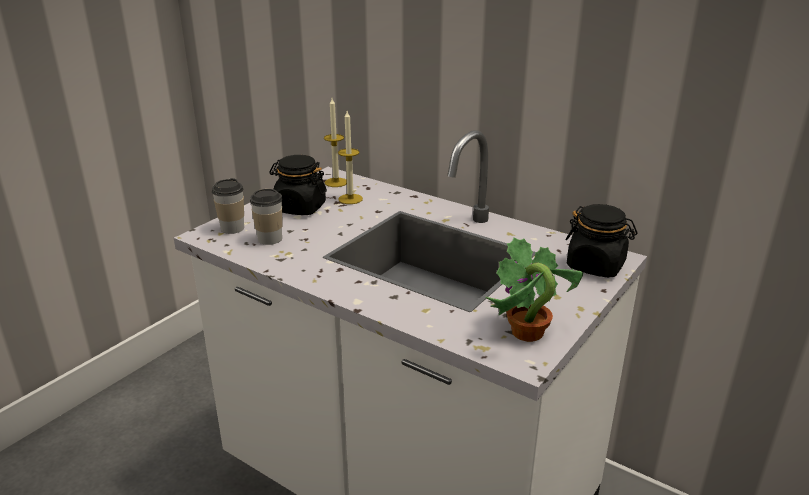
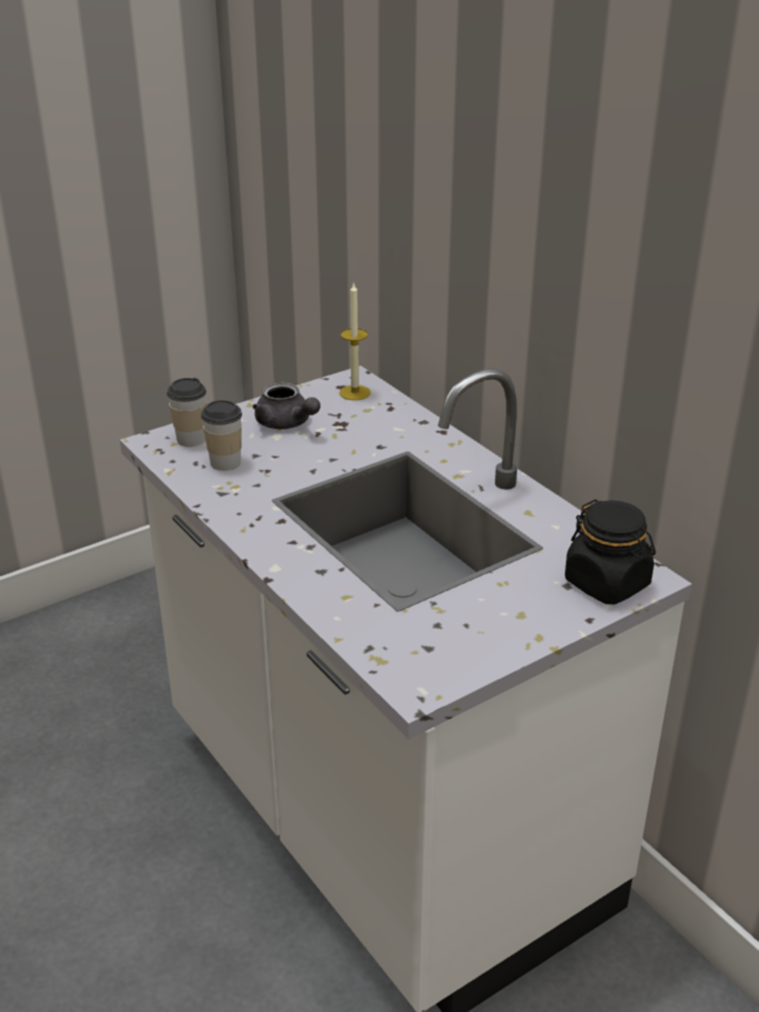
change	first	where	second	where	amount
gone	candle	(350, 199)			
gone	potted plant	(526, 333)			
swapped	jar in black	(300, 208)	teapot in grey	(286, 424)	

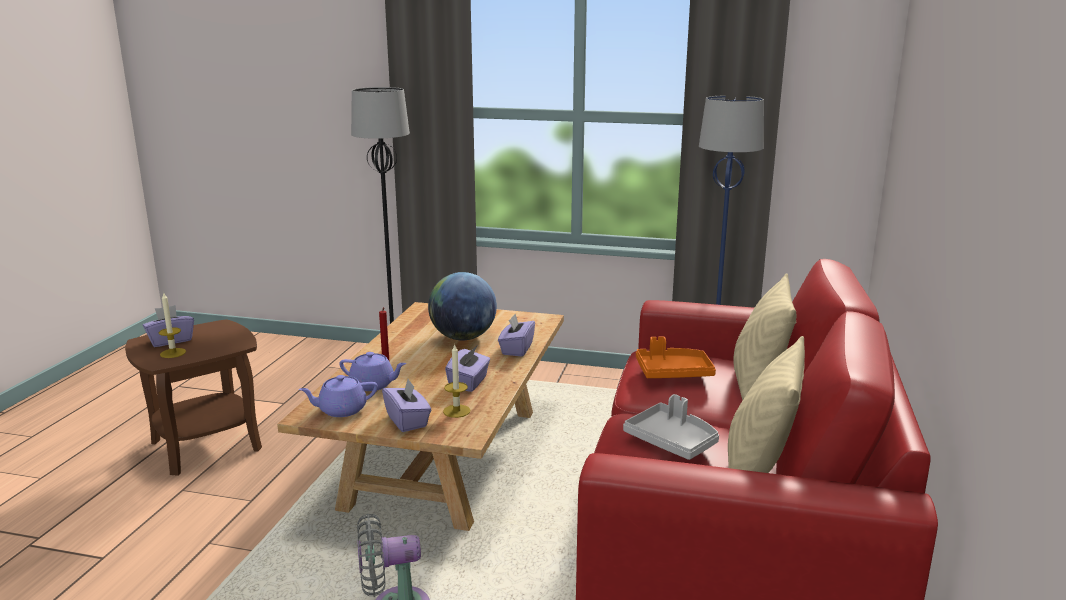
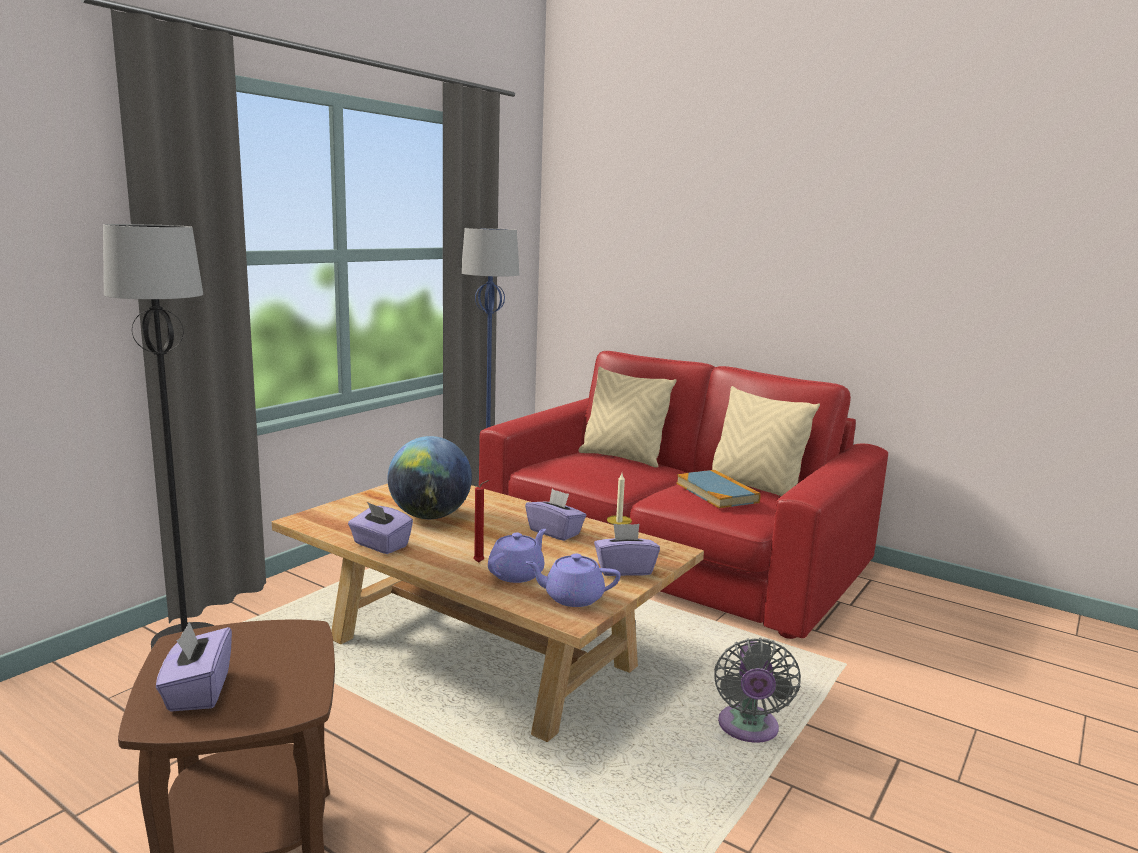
change	first	where	second	where	amount
gone	candle	(173, 353)			
gone	tray in orange	(673, 372)			
shifted	tissue box in purple	(516, 349)		(380, 545)	
swapped	tray in grey	(672, 441)	book	(717, 492)	
rotated	teapot in purple	(341, 410)		(572, 598)	90 degrees clockwise

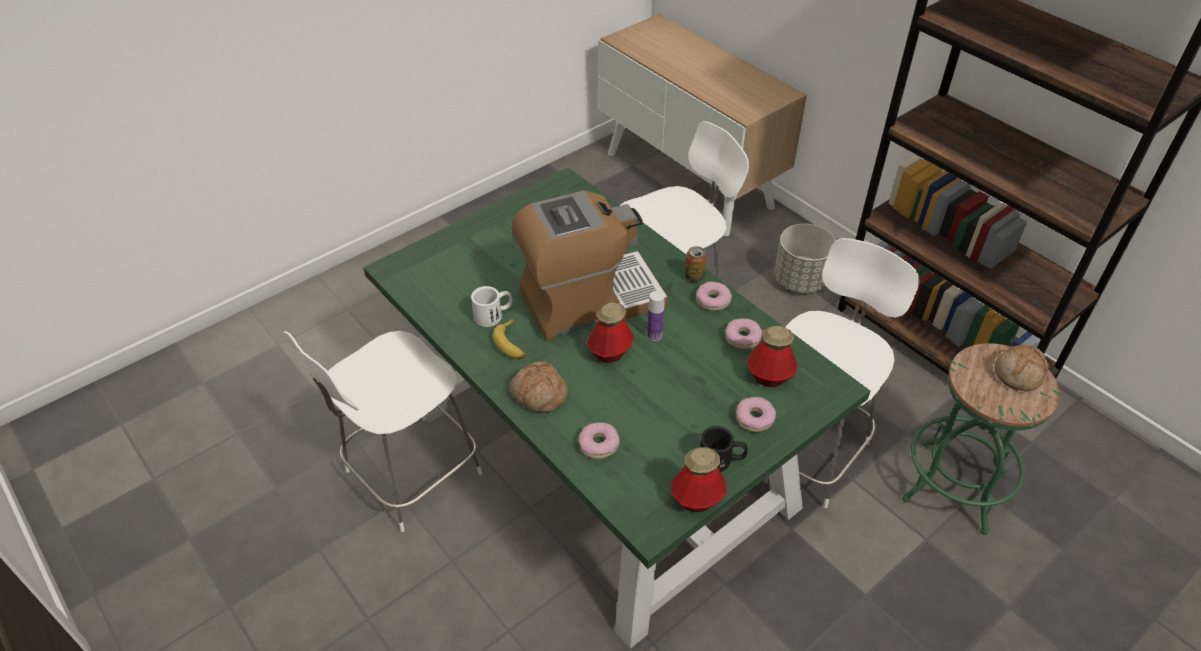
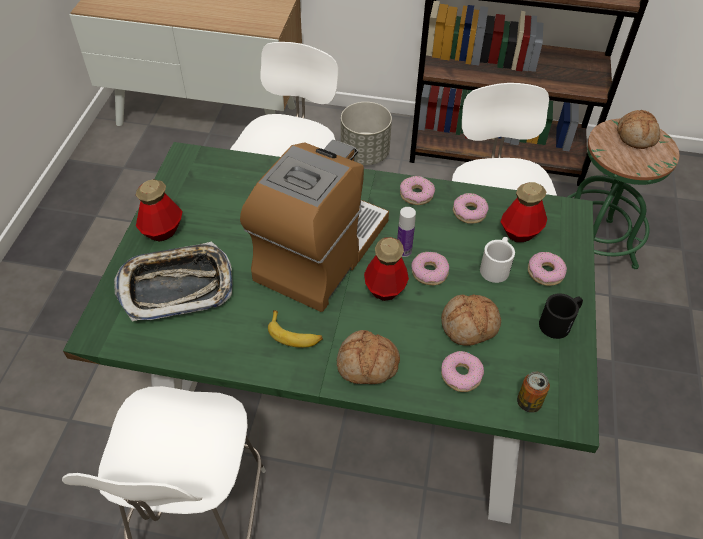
change	first	where	second	where	amount
new			tray	(176, 286)	
new			donut	(429, 272)	
new			bread	(470, 326)	
shifted	mug in white	(494, 315)		(496, 266)	
shifted	bottle	(697, 499)		(162, 231)	
shifted	can	(694, 277)		(528, 402)	

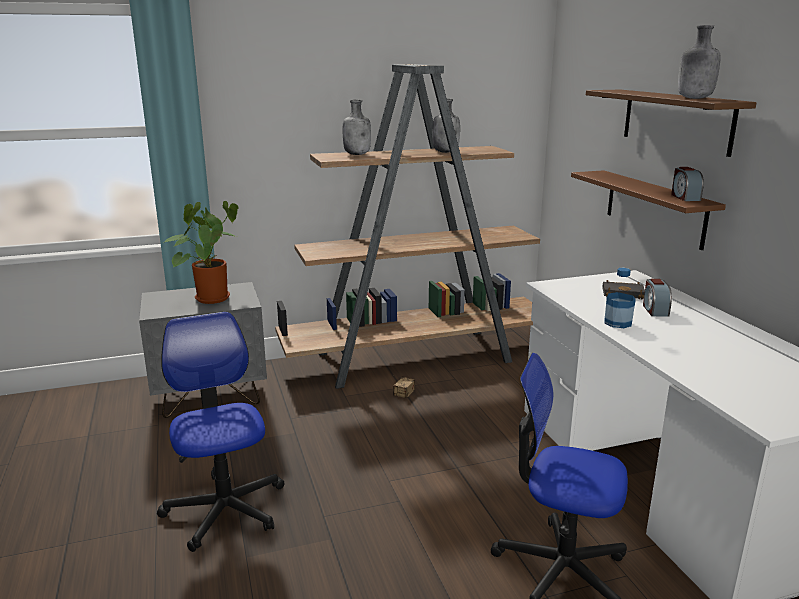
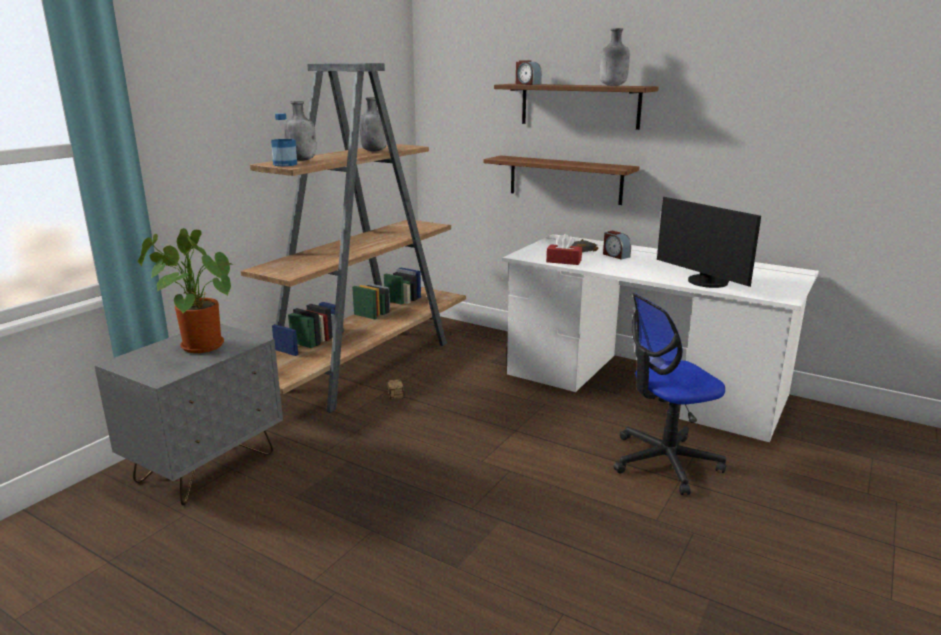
change	first	where	second	where	amount
gone	office chair	(225, 509)			
new			tissue box in red	(563, 261)	
new			monitor	(705, 282)	
shifted	bottle	(617, 323)		(285, 164)	
shifted	alarm clock	(684, 197)		(527, 84)	

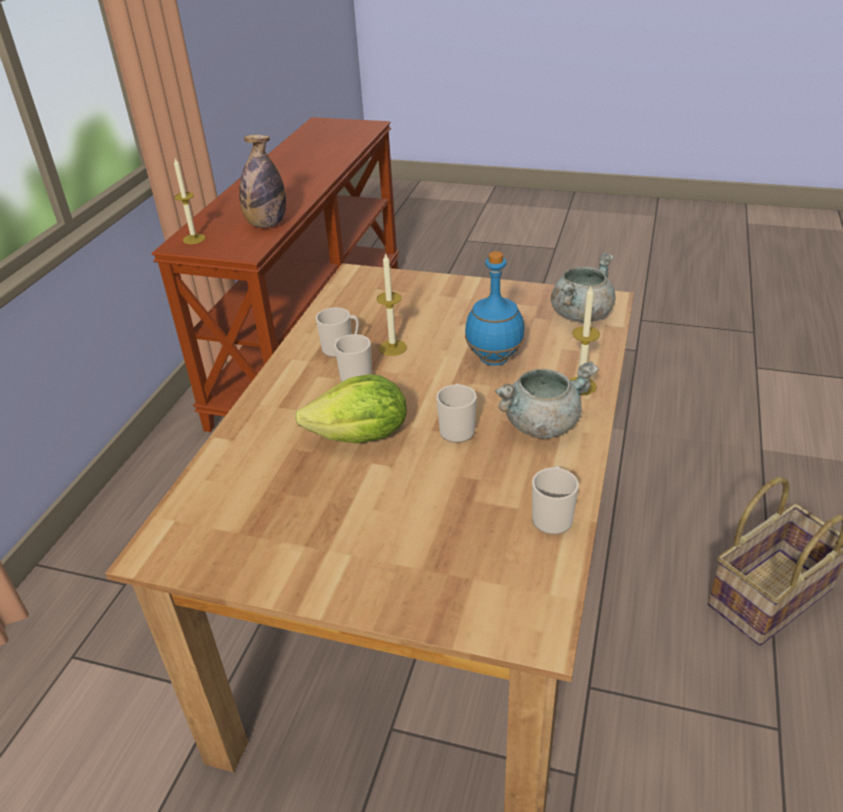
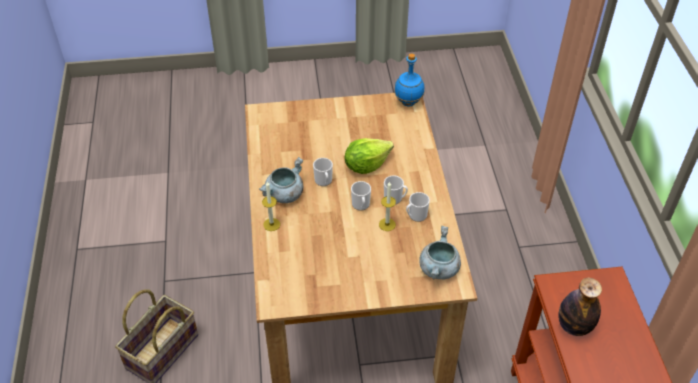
change	first	where	second	where	amount
gone	candle	(194, 239)			
shifted	bottle in blue	(493, 359)		(408, 102)	
shifted	mug	(552, 516)		(361, 205)	
shifted	cooking pot in grey	(581, 313)		(439, 269)	

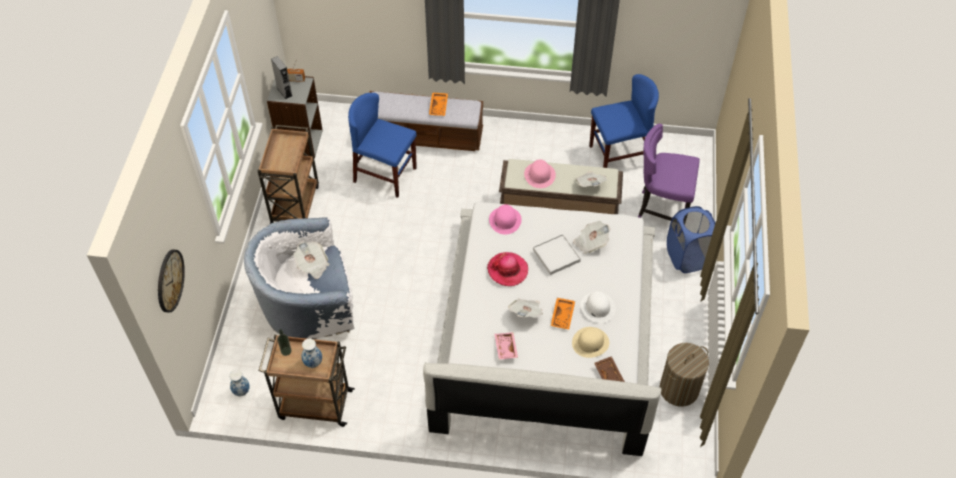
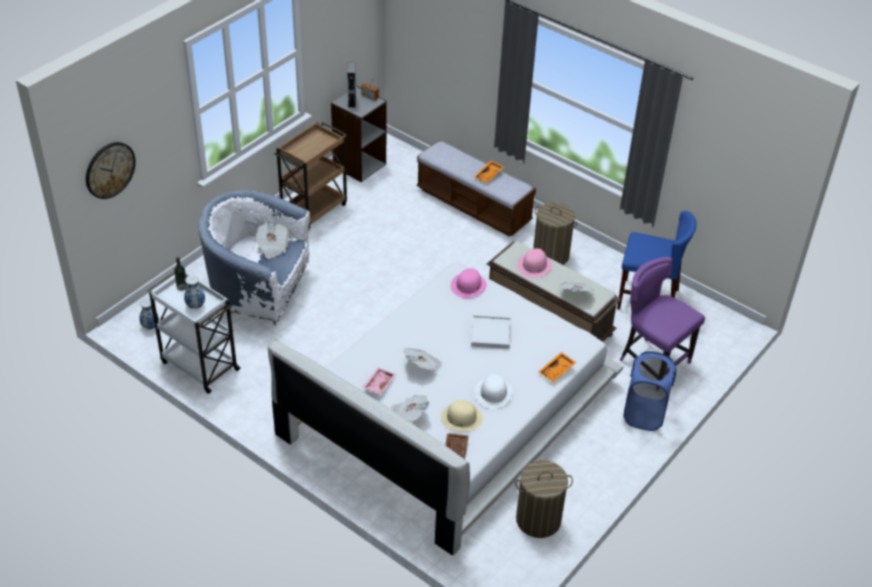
change	first	where	second	where	amount
gone	chair in blue	(385, 175)			
gone	hat	(507, 270)			
new			laundry basket	(551, 255)	
shifted	tray in orange	(563, 316)		(557, 371)	
shifted	newspaper	(590, 242)		(408, 416)	
repainted	cart in brown	(314, 404)	cart in white	(199, 365)	

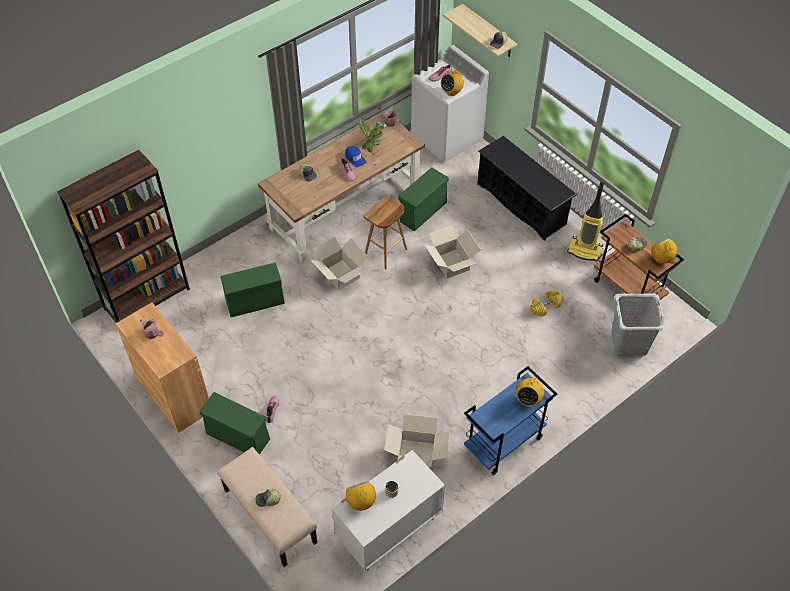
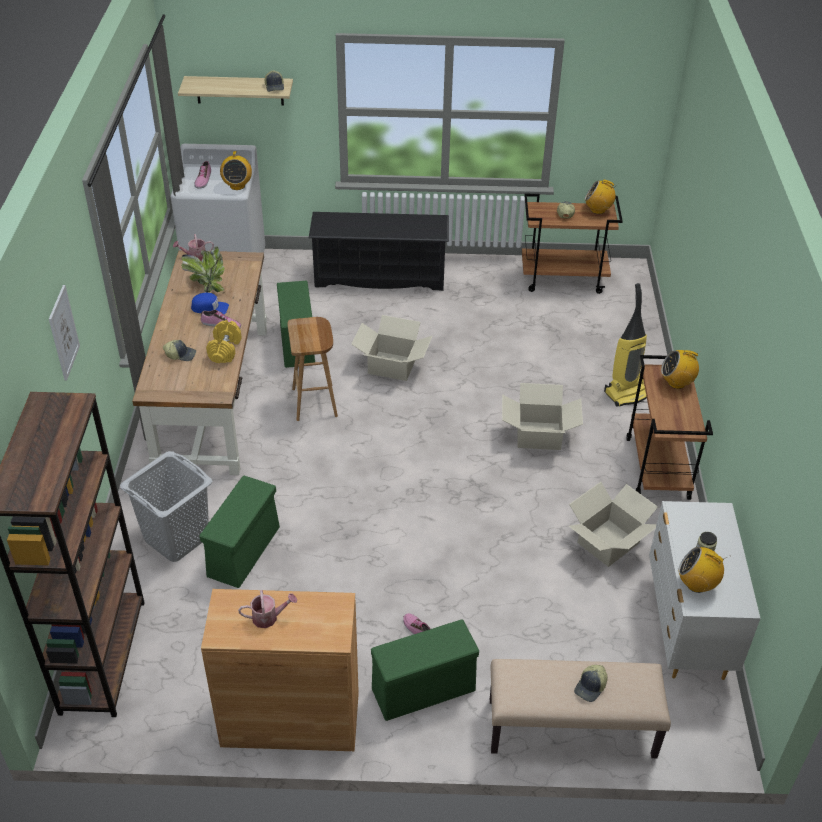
change	first	where	second	where	amount
new			picture	(63, 332)	
shifted	cardboard box	(340, 275)		(538, 435)	
shifted	dumbbell in yellow	(545, 307)		(224, 350)	
shifted	vacuum cleaner	(585, 250)		(628, 392)	
shifted	laundry basket in grey	(628, 342)		(176, 538)	
repainted	cart in blue	(503, 443)	cart in brown	(658, 469)	
rotated	radio	(528, 400)		(677, 383)	120 degrees clockwise

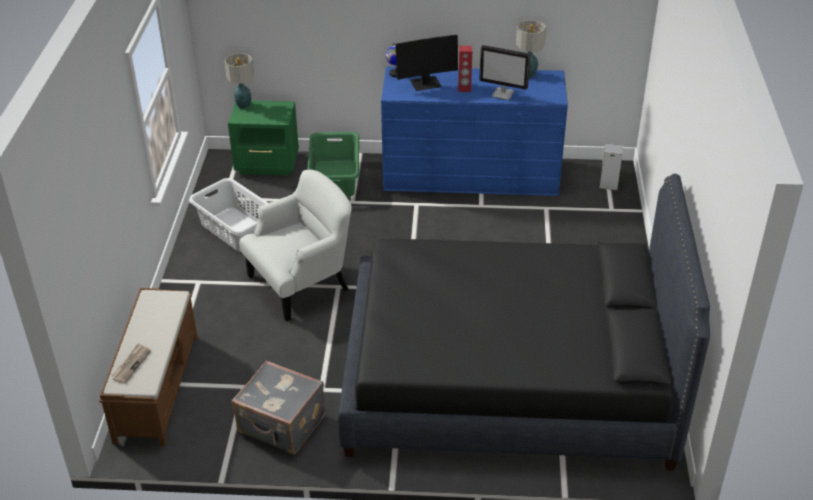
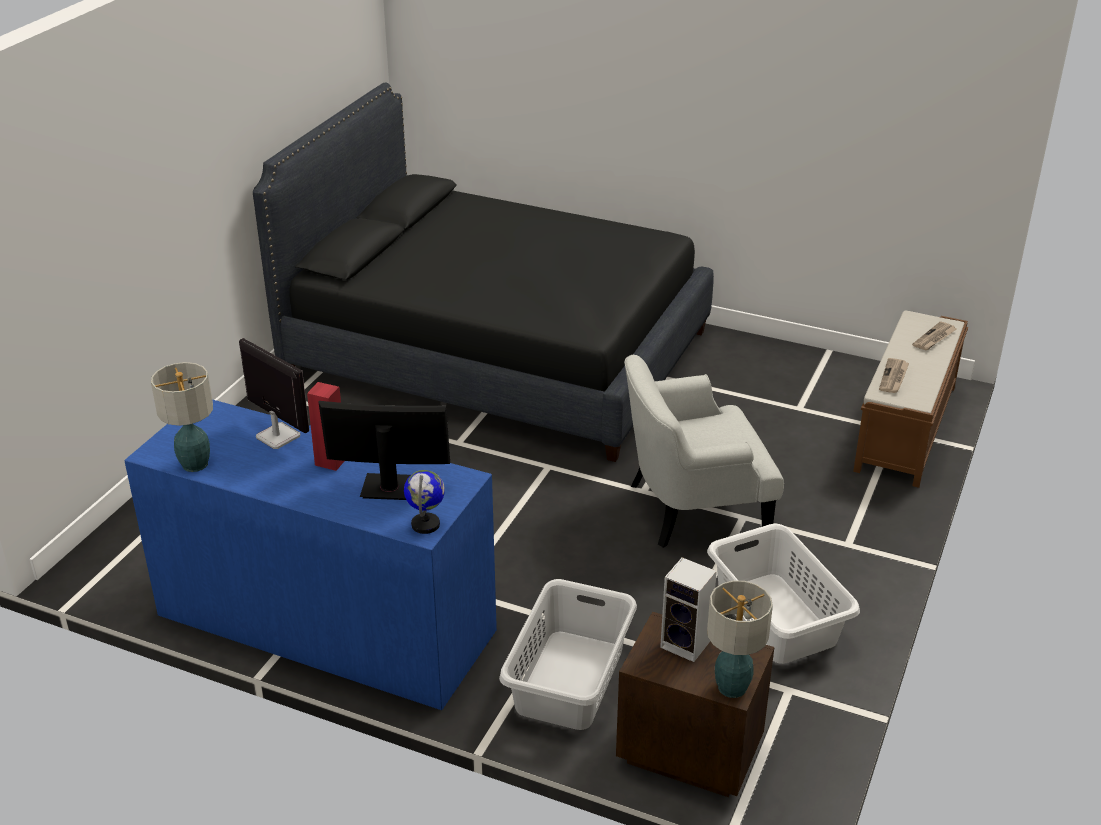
change	first	where	second	where	amount
gone	suitcase in grey	(281, 425)			
new			newspaper	(894, 377)	
shifted	speaker	(608, 184)		(687, 644)	
repainted	nightstand in green	(268, 165)	nightstand in brown	(688, 751)	
repainted	laundry basket in green	(335, 178)	laundry basket in grey	(568, 680)	

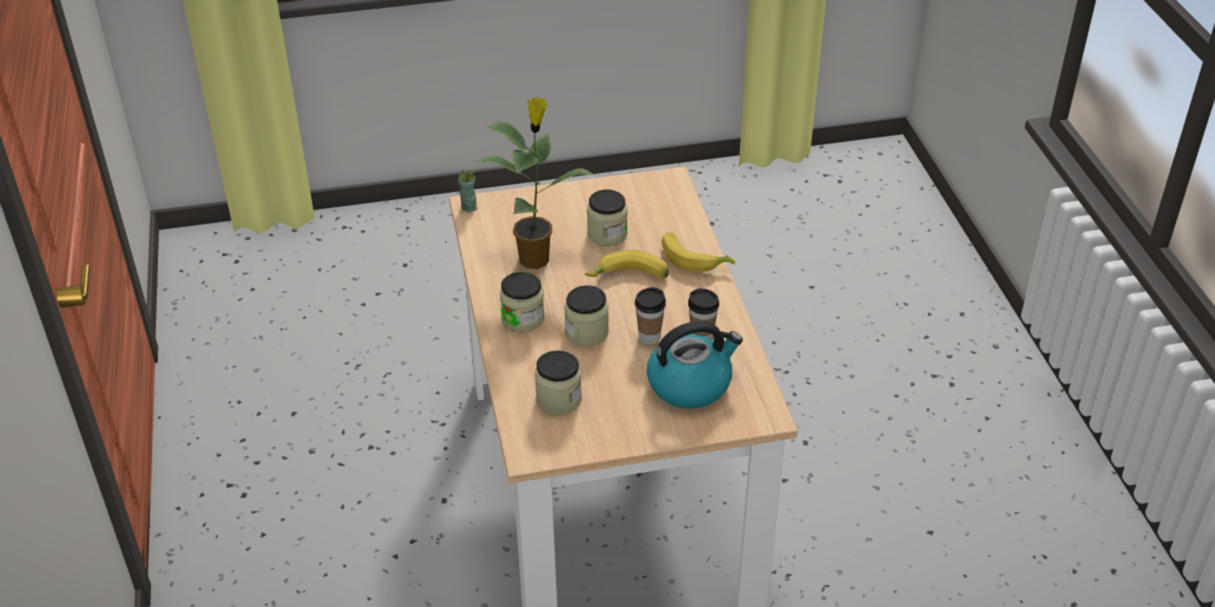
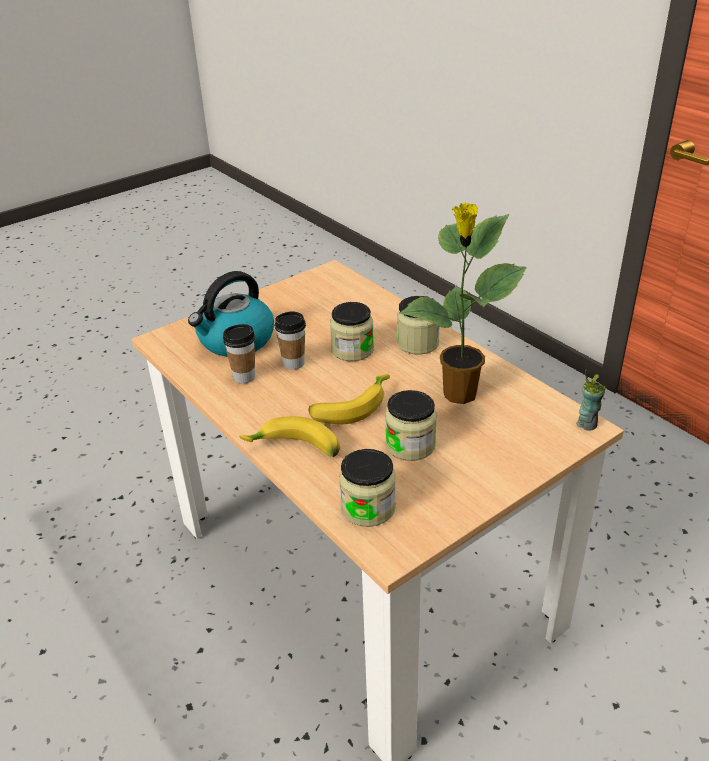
change	first	where	second	where	amount
shifted	jar	(559, 399)		(368, 508)	

